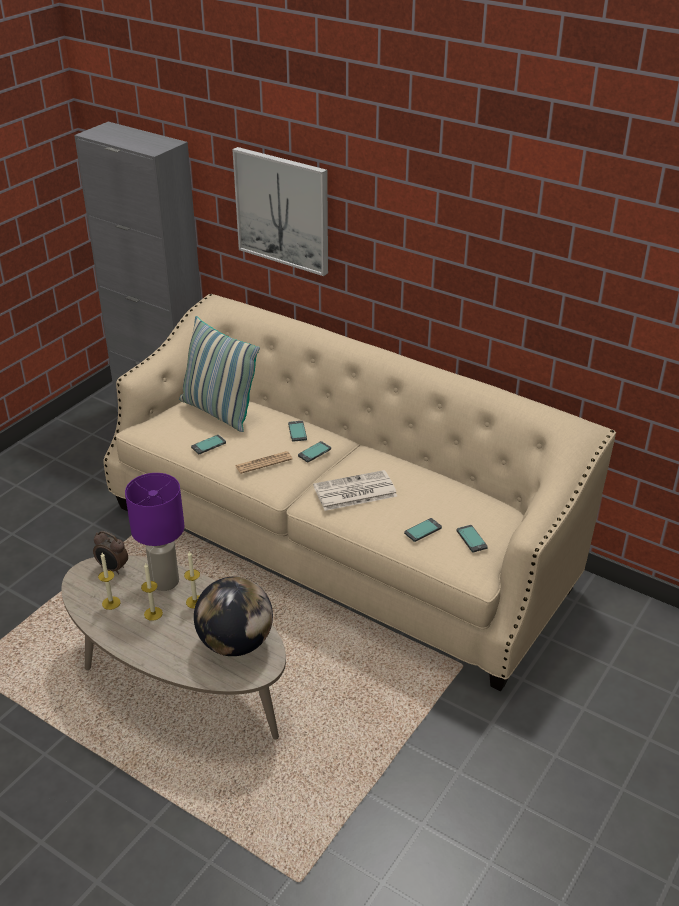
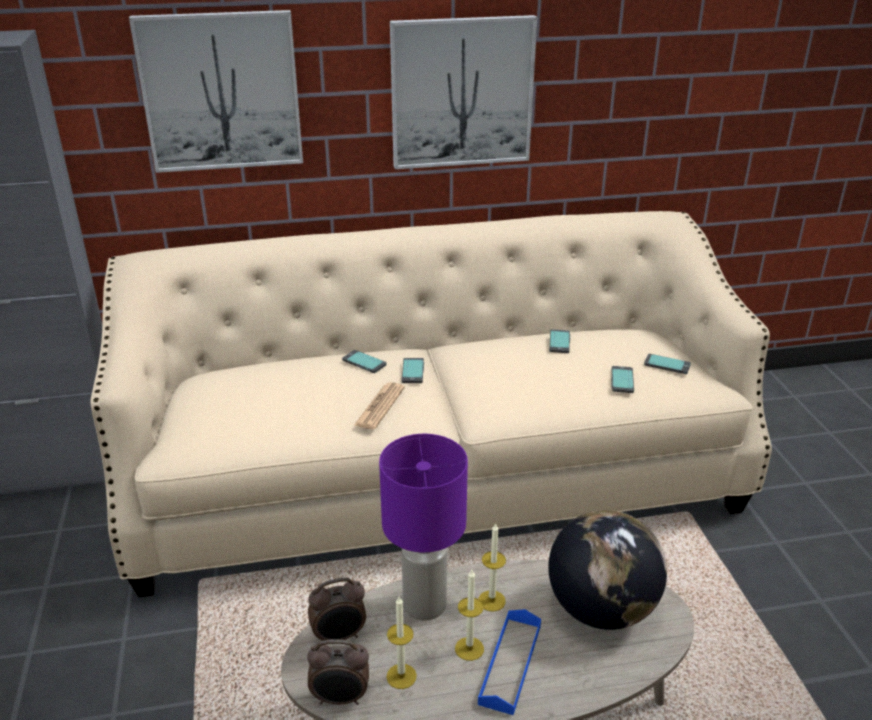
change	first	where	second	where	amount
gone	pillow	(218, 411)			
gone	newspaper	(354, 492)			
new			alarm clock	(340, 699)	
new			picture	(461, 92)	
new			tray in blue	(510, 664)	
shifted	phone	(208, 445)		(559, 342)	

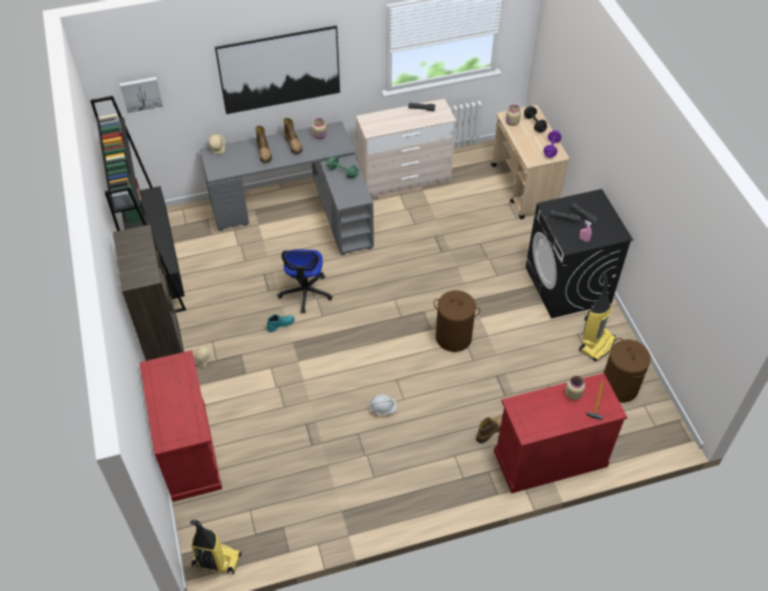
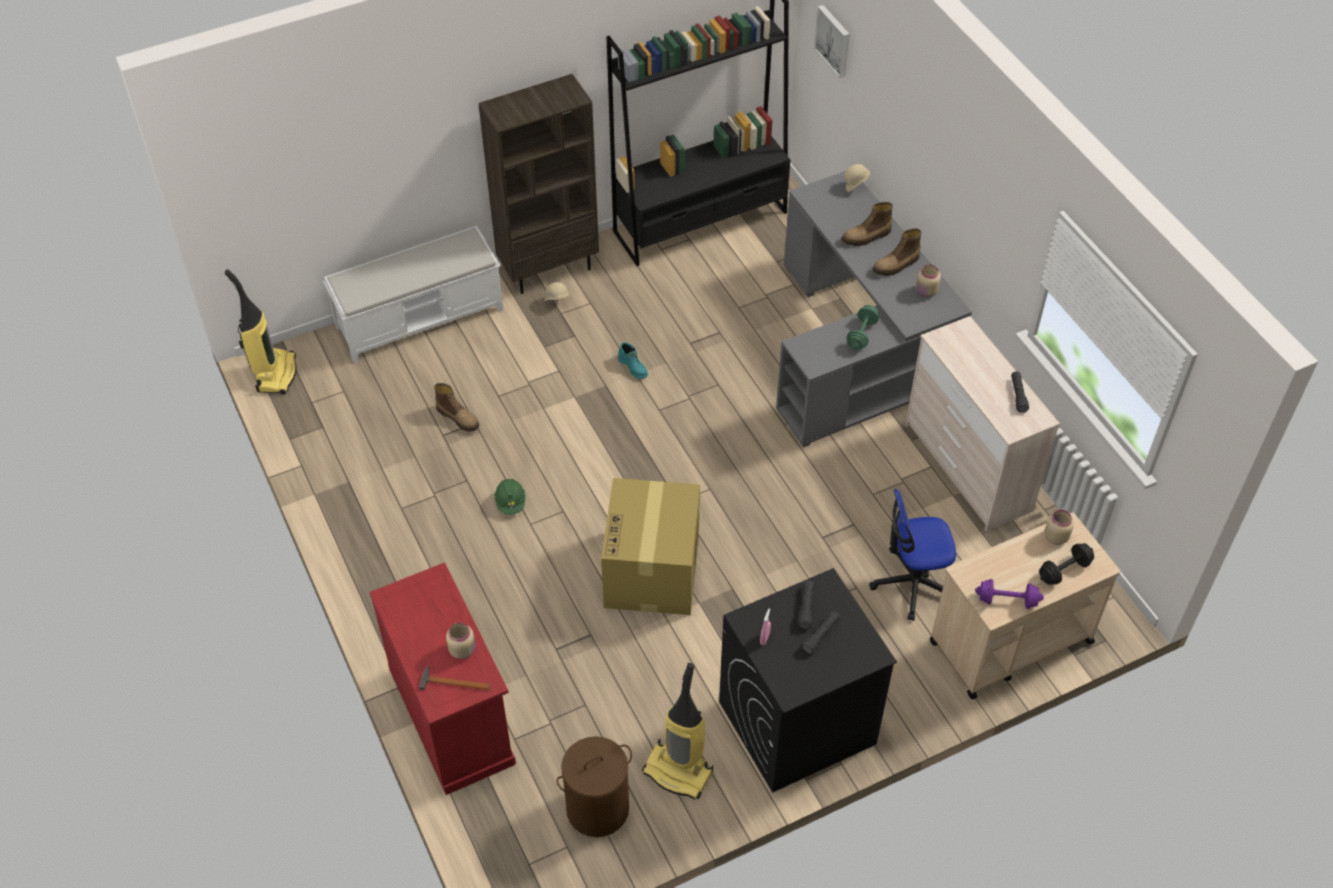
change	first	where	second	where	amount
gone	picture	(279, 70)			
shifted	office chair	(305, 292)		(912, 583)	
shifted	boot	(491, 430)		(458, 417)	
swapped	cabinet in red	(189, 450)	bench in white	(421, 317)	
swapped	laundry basket in brown	(453, 337)	cardboard box	(652, 572)	
repainted	hard hat in white	(383, 408)	hard hat in green	(511, 502)	

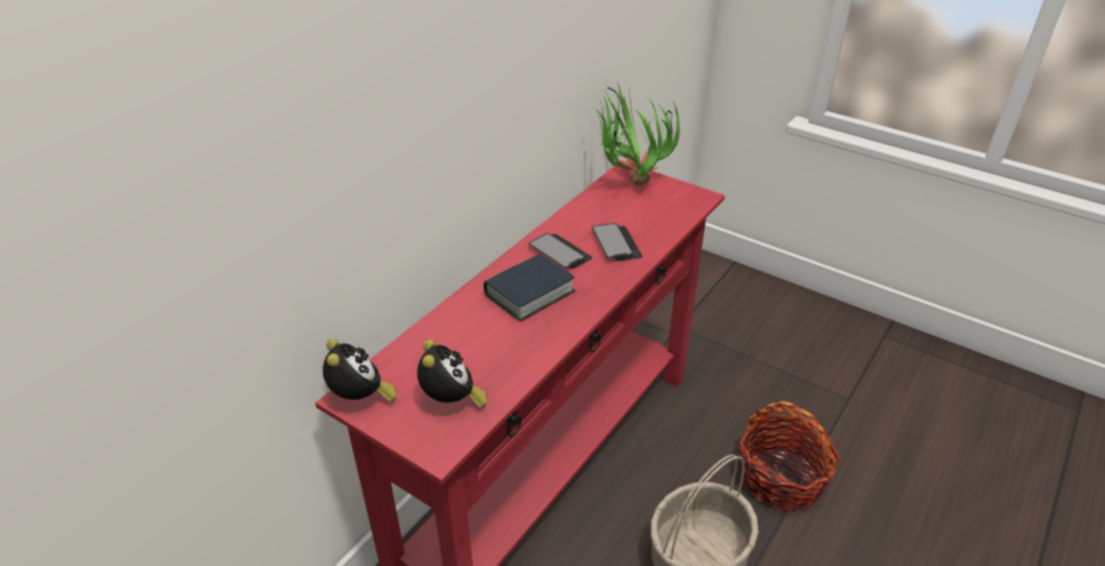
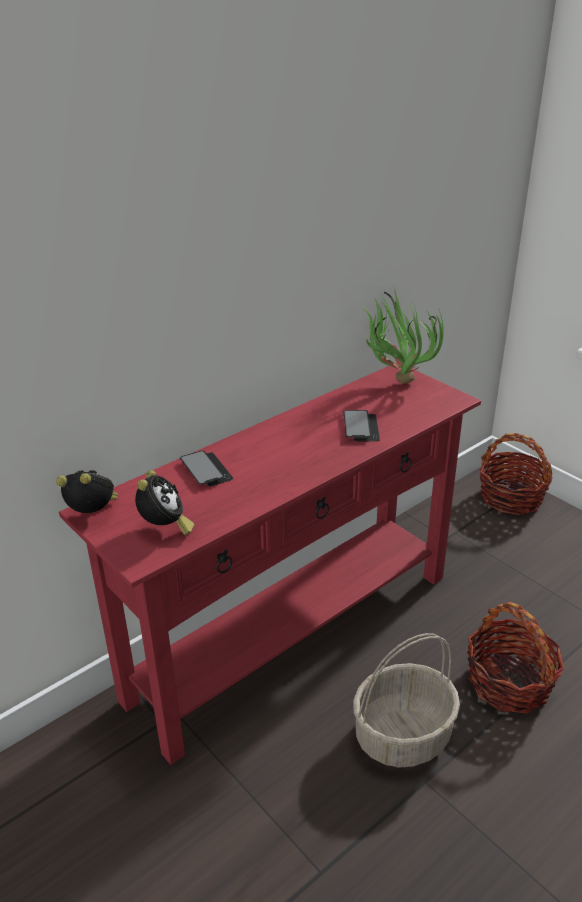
change	first	where	second	where	amount
gone	book	(529, 293)			
new			basket	(511, 497)	
shifted	phone	(560, 252)		(206, 470)	
rotated	alarm clock	(361, 399)		(94, 514)	75 degrees counterclockwise

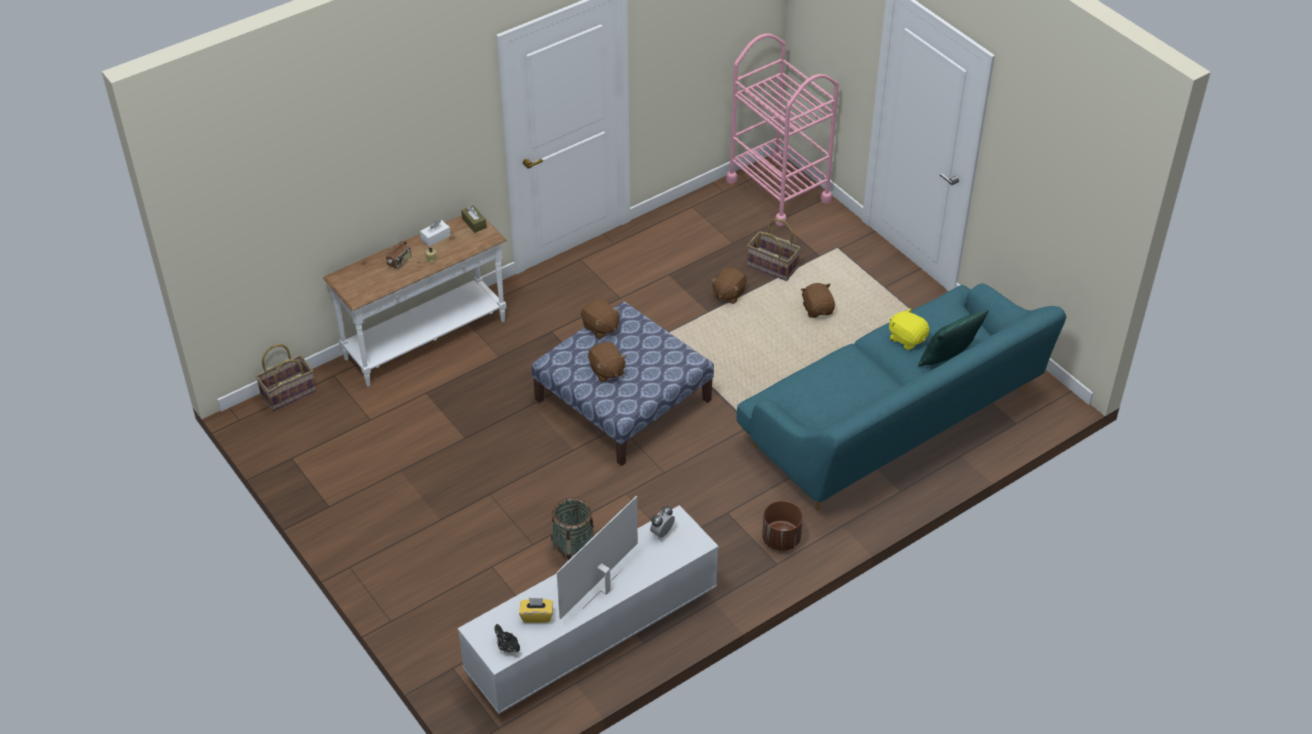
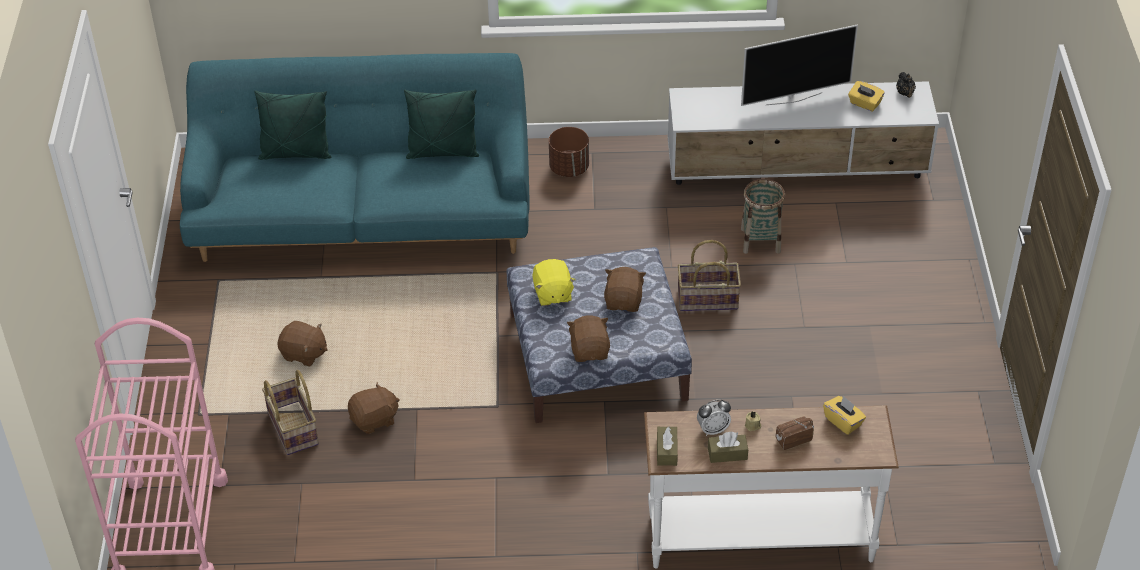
change	first	where	second	where	amount
new			pillow in green	(443, 152)	
new			tissue box in yellow	(843, 421)	
shifted	basket	(288, 393)		(707, 300)	
shifted	alarm clock	(662, 532)		(713, 429)	
shifted	plush toy in yellow	(907, 338)		(552, 294)	
repainted	tissue box in white	(435, 237)	tissue box in brown	(727, 454)	
rotated	plush toy in brown	(817, 309)		(304, 354)	90 degrees counterclockwise

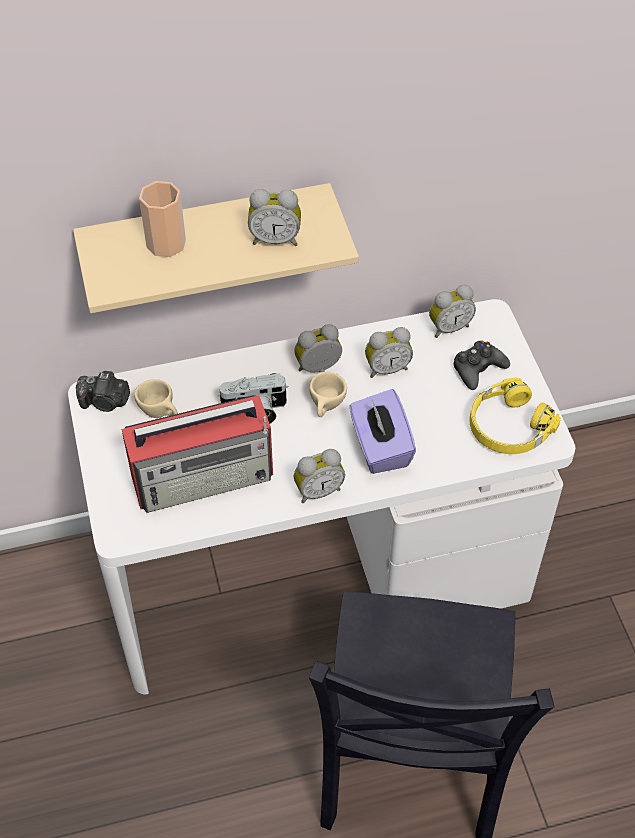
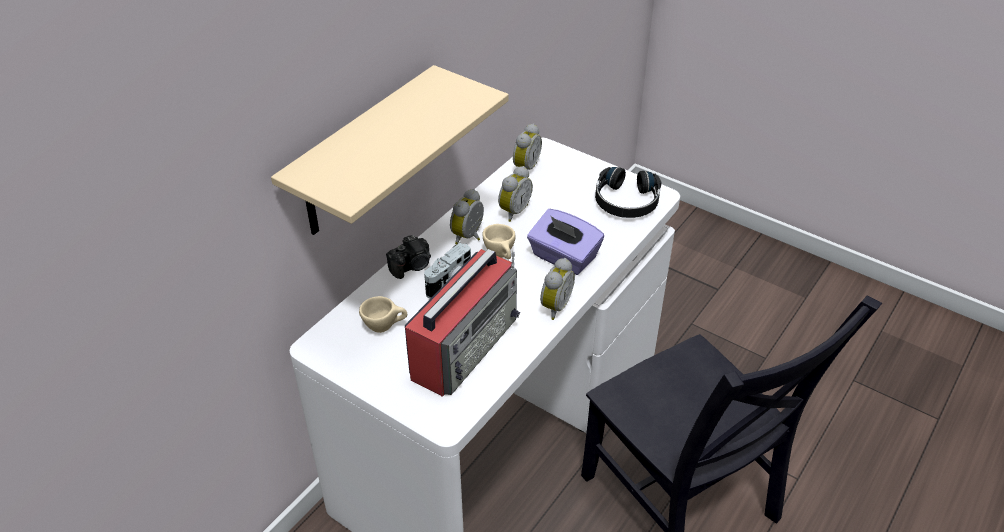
change	first	where	second	where	amount
gone	cup	(166, 243)			
gone	alarm clock	(275, 239)			
gone	game controller in black	(478, 369)			
shifted	photo camera	(105, 402)		(412, 266)	
repainted	headphones in yellow	(508, 426)	headphones in black	(626, 201)	

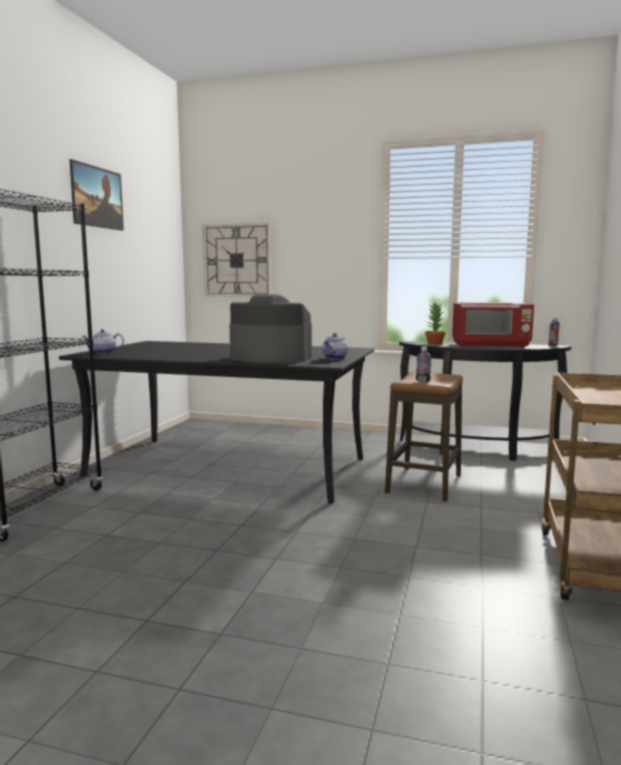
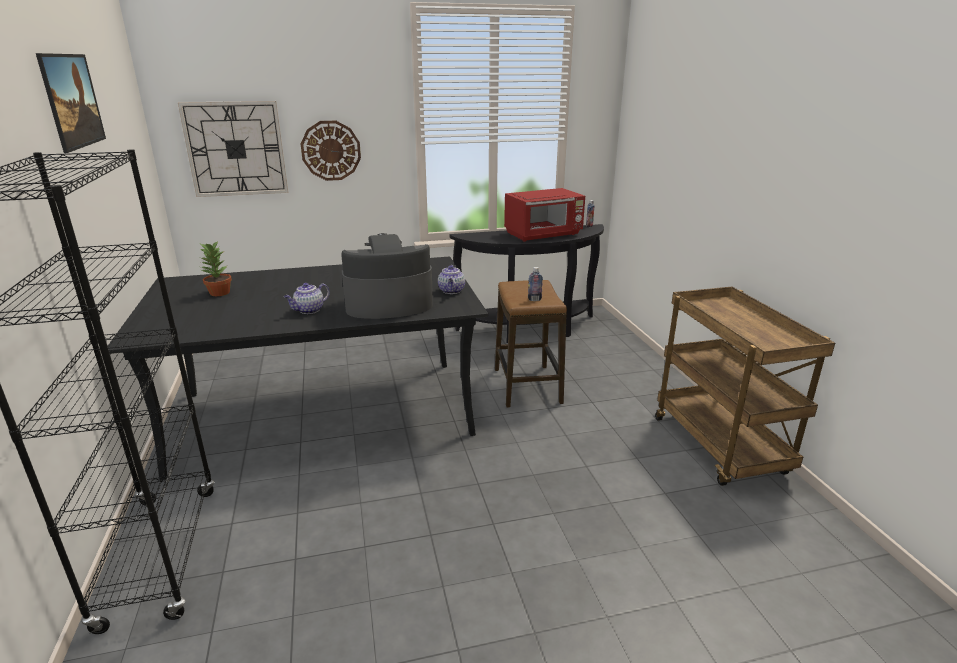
change	first	where	second	where	amount
new			wall clock	(331, 150)	
shifted	teapot	(103, 353)		(309, 310)	
shifted	potted plant	(434, 343)		(219, 293)	

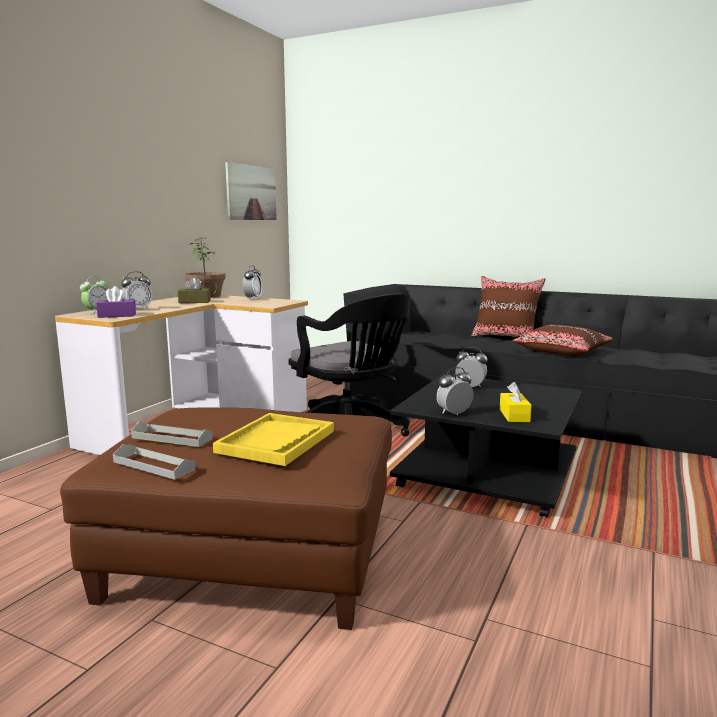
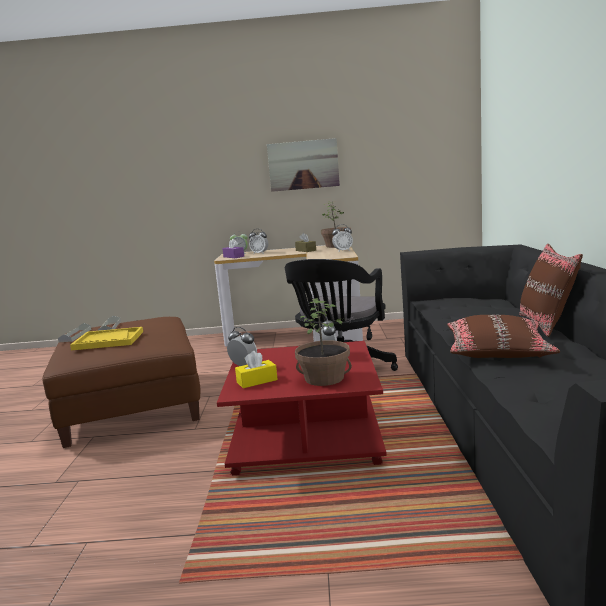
change	first	where	second	where	amount
new			potted plant	(324, 378)	
shifted	picture	(251, 193)		(303, 165)	
repainted	coffee table in black	(489, 473)	coffee table in red	(308, 437)	

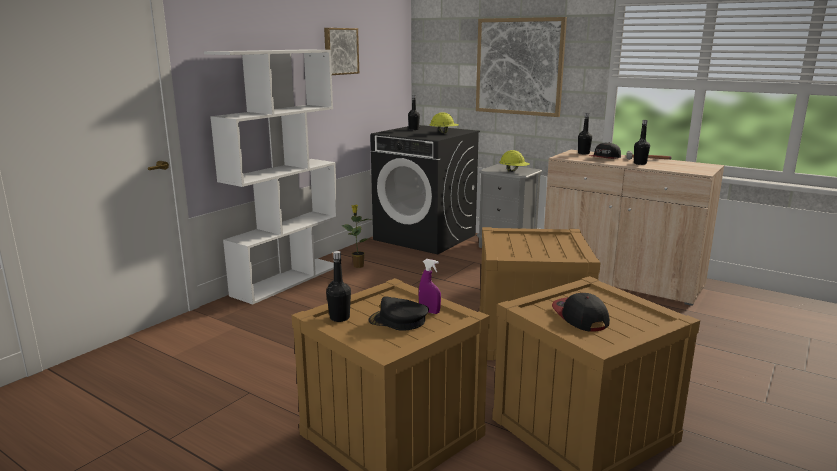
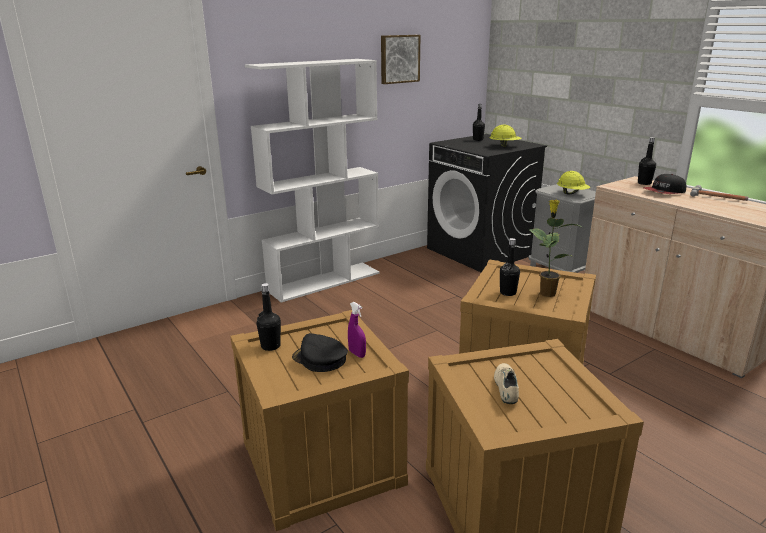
change	first	where	second	where	amount
gone	picture	(519, 66)			
shifted	potted plant	(358, 265)		(547, 293)	
shifted	bottle in black	(640, 163)		(508, 293)	
swapped	cap	(579, 316)	shoe in beige	(506, 388)	

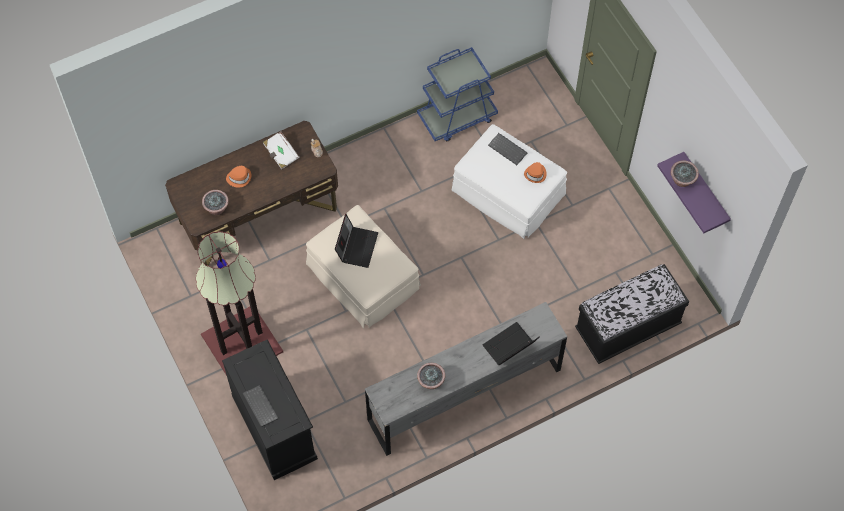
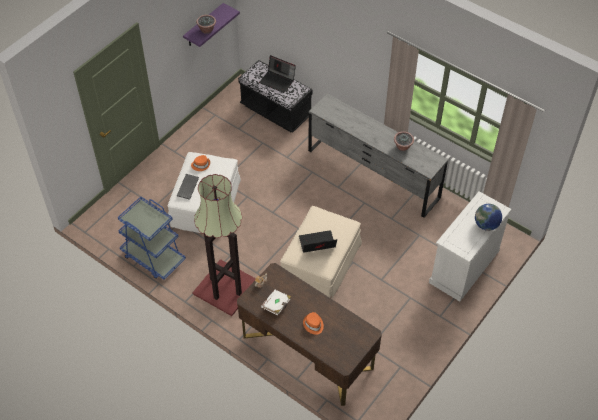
change	first	where	second	where	amount
gone	potted plant	(217, 208)			
shifted	floor lamp	(240, 343)		(226, 288)	
shifted	laptop	(509, 347)		(278, 81)	
swapped	keyboard	(259, 406)	globe	(486, 225)	
repainted	dresser in black	(275, 427)	dresser in white	(463, 266)	

